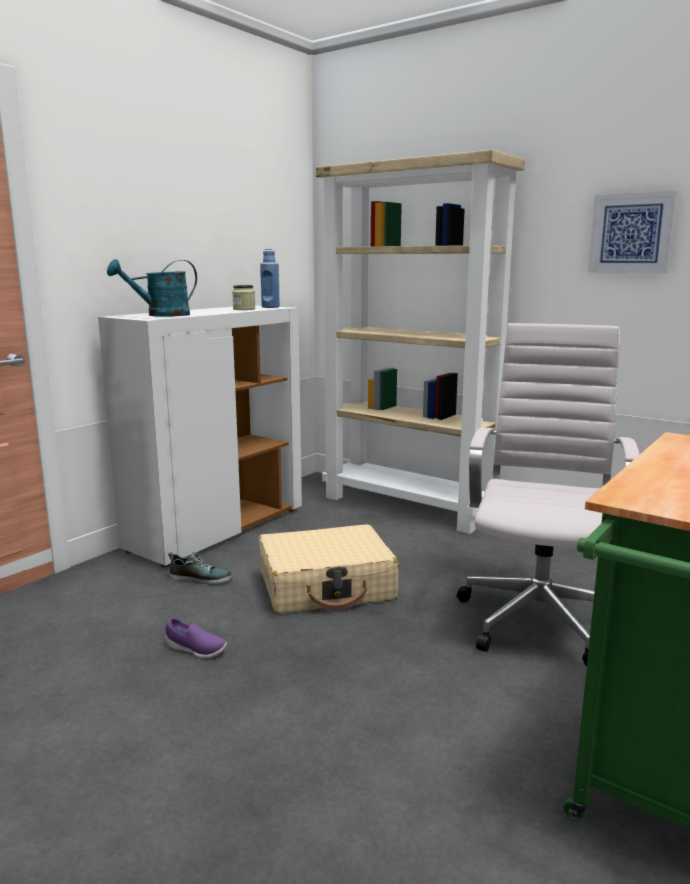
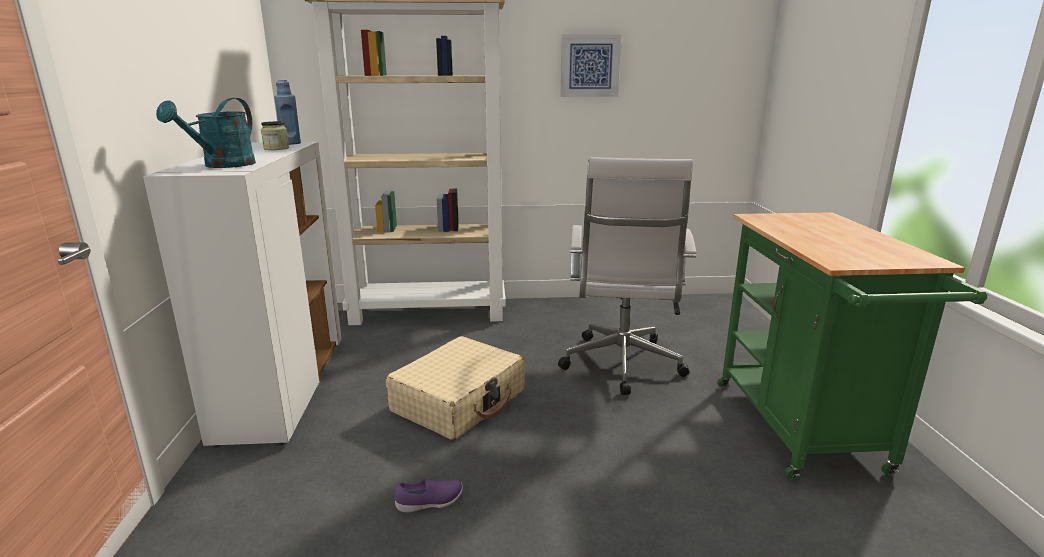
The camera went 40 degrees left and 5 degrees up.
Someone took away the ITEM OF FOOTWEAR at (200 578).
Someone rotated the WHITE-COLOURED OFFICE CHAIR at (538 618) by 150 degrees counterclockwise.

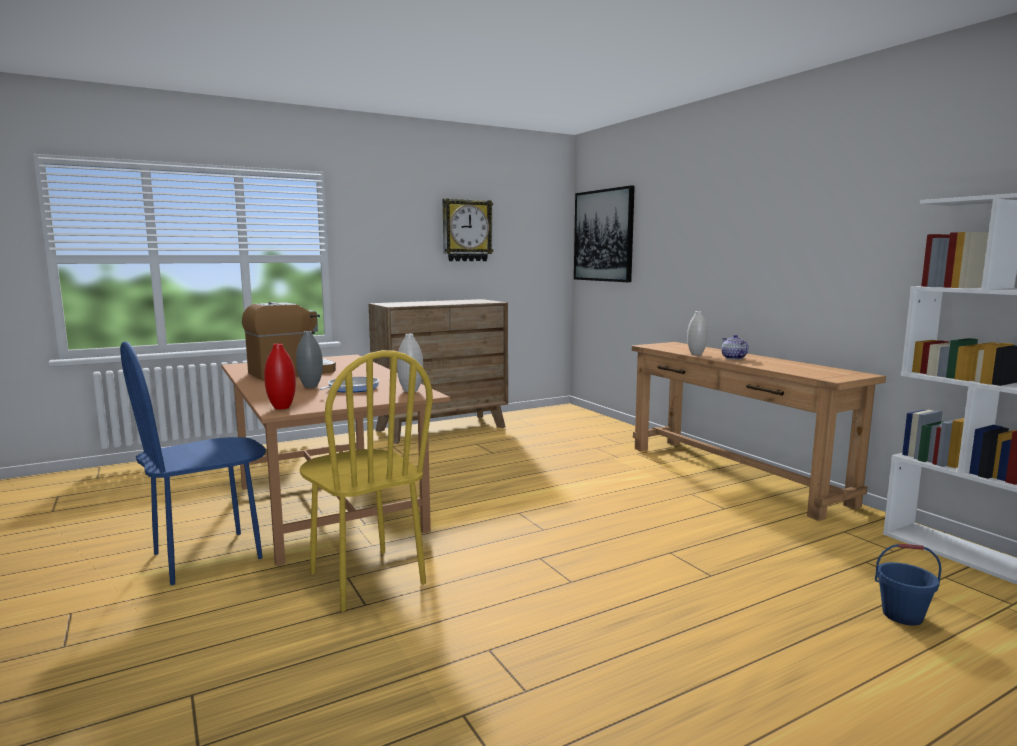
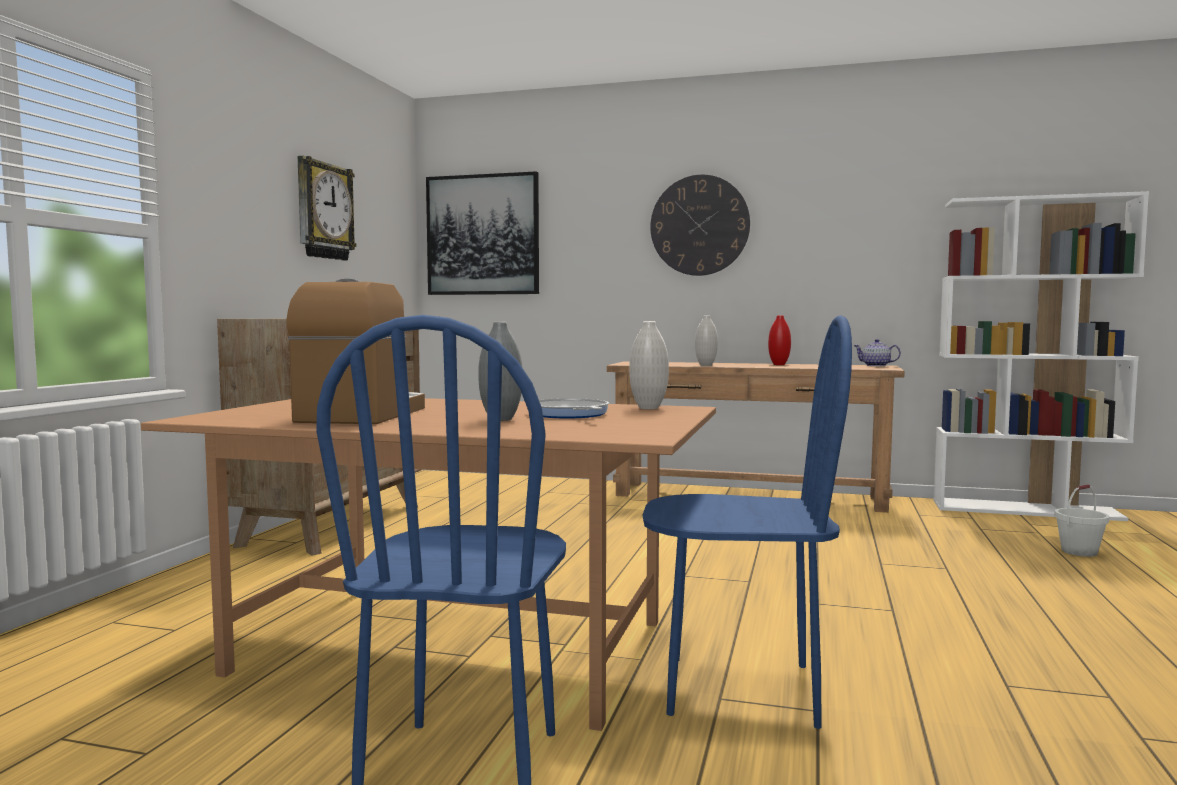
The camera went 45 degrees left and 5 degrees down.
Someone put up the CLOCK ON THE WALL at (699 225).
Someone carried the RED FLOWER VASE from (282 407) to (779 364).
Someone carried the TEAPOT from (733 358) to (876 365).
Someone repainted the YELLOWISH CHAIR at (366 578), which became the BLUE CHAIR at (740 689).
Someone repainted the BLUE BUCKET at (902 616), which became the WHITE-COLOURED BUCKET at (1079 552).

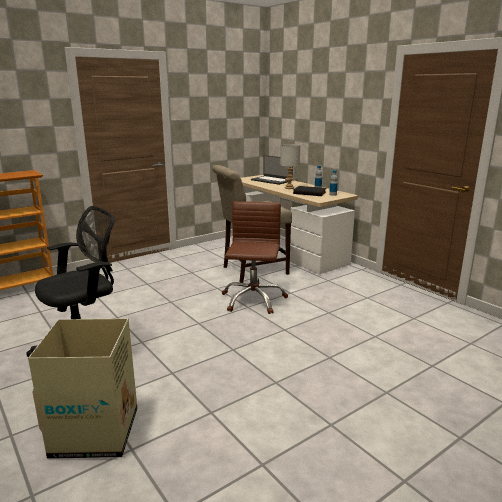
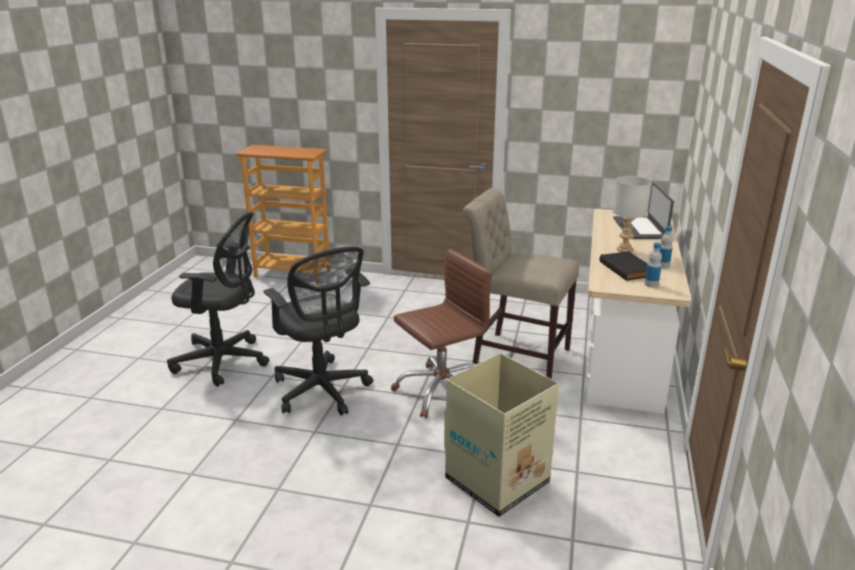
The camera went 50 degrees right and 5 degrees up.
Someone put down the BLACK-COLOURED OFFICE CHAIR at (322 392).
Someone carried the CARTON from (96 431) to (498 480).

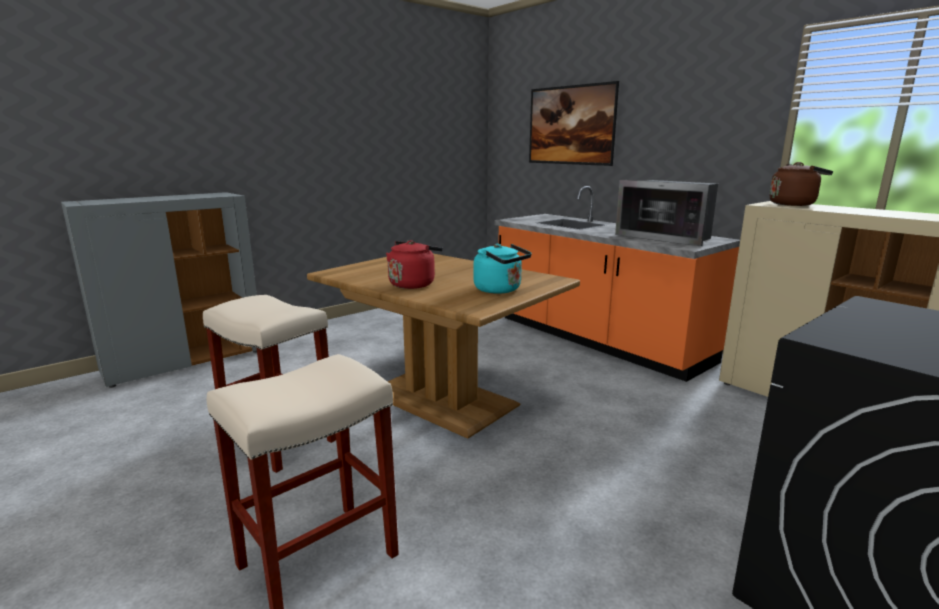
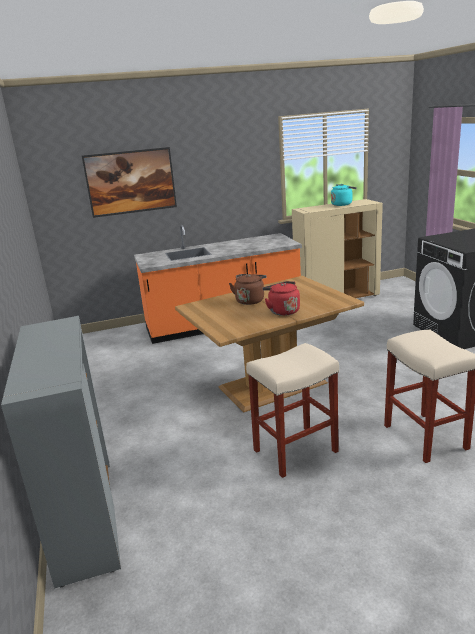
The camera went 65 degrees left and 5 degrees up.
Someone took away the MICROWAVE OVEN at (666 237).
Someone carried the TURQUOISE KETTLE from (500 290) to (342 204).
Someone carried the BROWN-COLOURED KETTLE from (794 204) to (250 300).

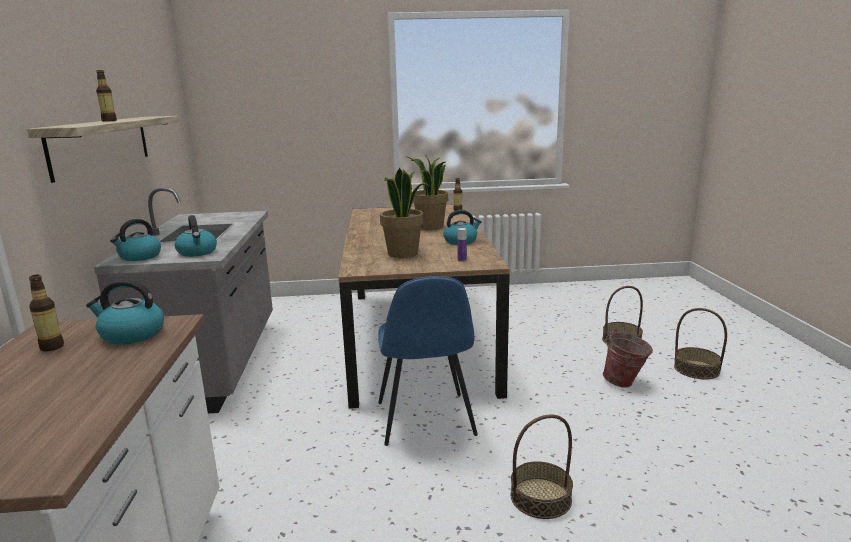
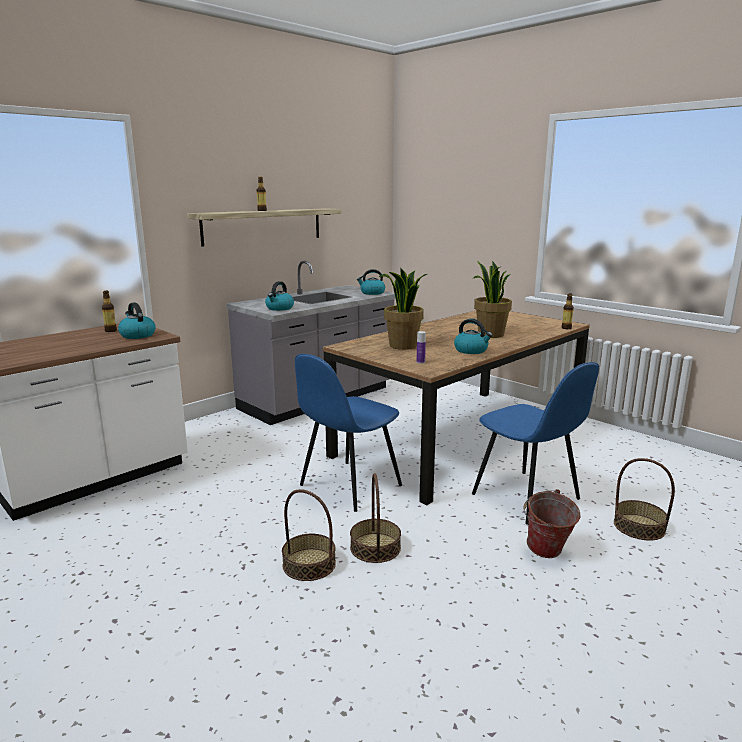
The camera went 50 degrees right and 0 degrees up.
Someone put down the BLUE CHAIR at (527 498).
Someone carried the KETTLE from (139 257) to (372 293).
Someone carried the HOUSEHOLD BASKET from (696 369) to (375 547).

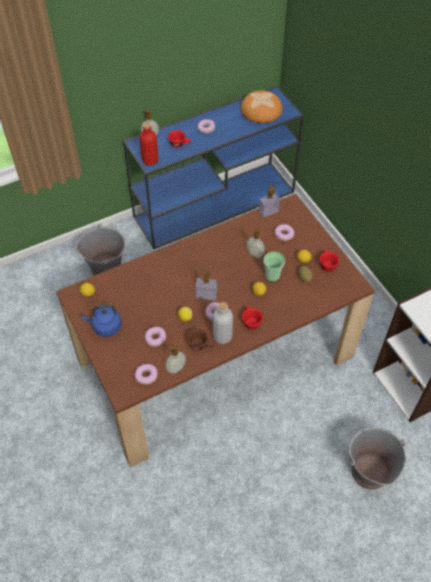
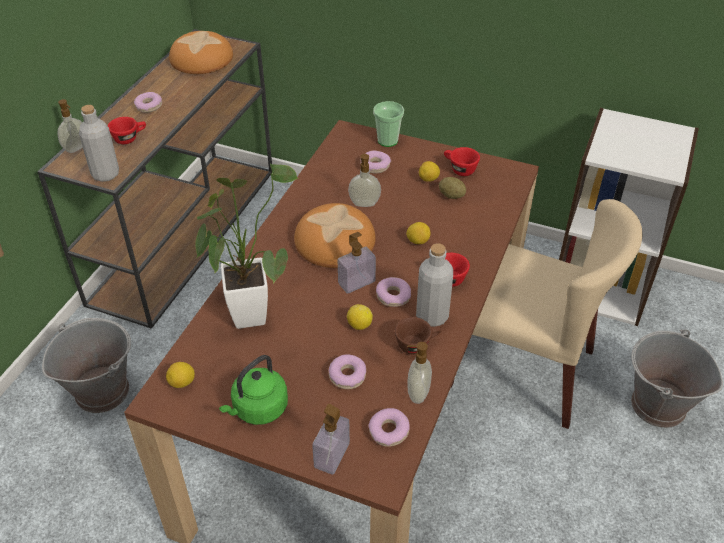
The camera went 40 degrees left and 10 degrees down.
Someone put down the HOUSEPLANT at (249 310).
Someone put down the BAKED BREAD at (334 241).
Someone put down the BEIGE-COLOURED CHAIR at (521 368).
Someone carried the SOAP DISPENSER from (268 211) to (332 455).
Someone carried the DRINKING CUP from (272 275) to (387 141).
Someone repainted the BLUE KETTLE at (105 327), which became the GREENISH KETTLE at (258 409).
Someone repainted the BLUE CONSOLE TABLE at (216 203), which became the BROWN-COLOURED CONSOLE TABLE at (187 232).
Someone repainted the RED BOTTLE at (150 160), which became the GREYISH BOTTLE at (105 174).

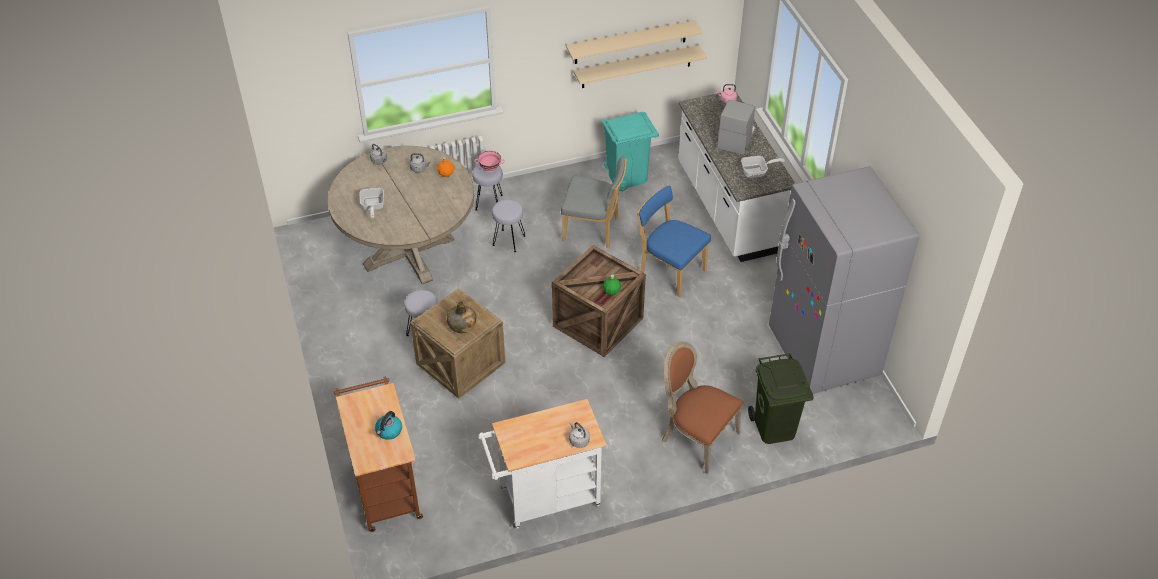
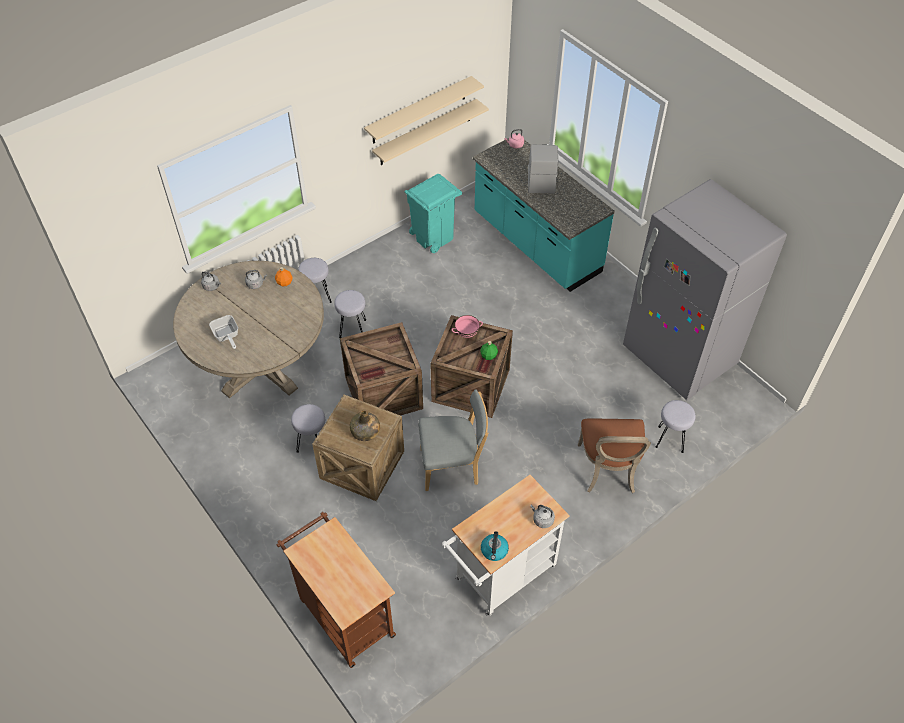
The camera went 20 degrees left and 5 degrees up.
Someone took away the BLUE CHAIR at (670 271).
Someone took away the SKILLET at (757 172).
Someone put down the CRATE at (383 394).
Someone carried the KETTLE from (389 431) to (494 551).
Someone carried the PINKISH DEEP DISH from (490 169) to (467 334).
Someone carried the GREYISH CHAIR from (593 230) to (452 466).
Someone swapped the GREENISH TRASH CAN at (773 427) for the GREYISH SITTING STOOL at (670 439).
Someone repainted the WHITE-COLOURED KITCHEN BASE UNIT at (728 208), which became the TURQUOISE KITCHEN BASE UNIT at (535 244).
Someone rotated the BROWN-COLOURED CHAIR at (696 437) by 105 degrees counterclockwise.

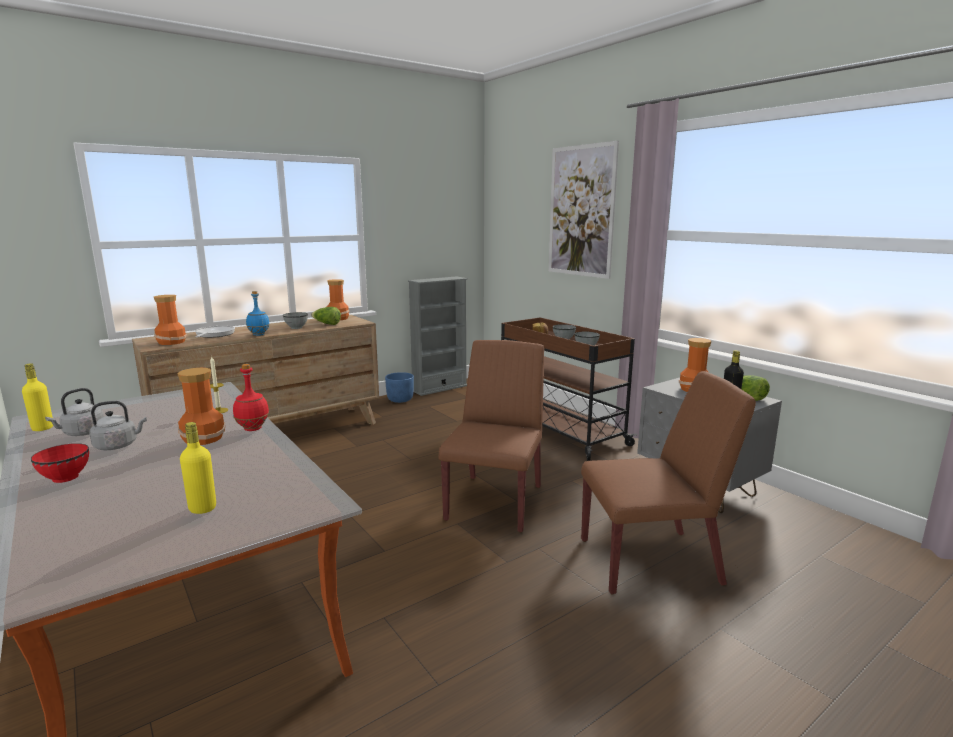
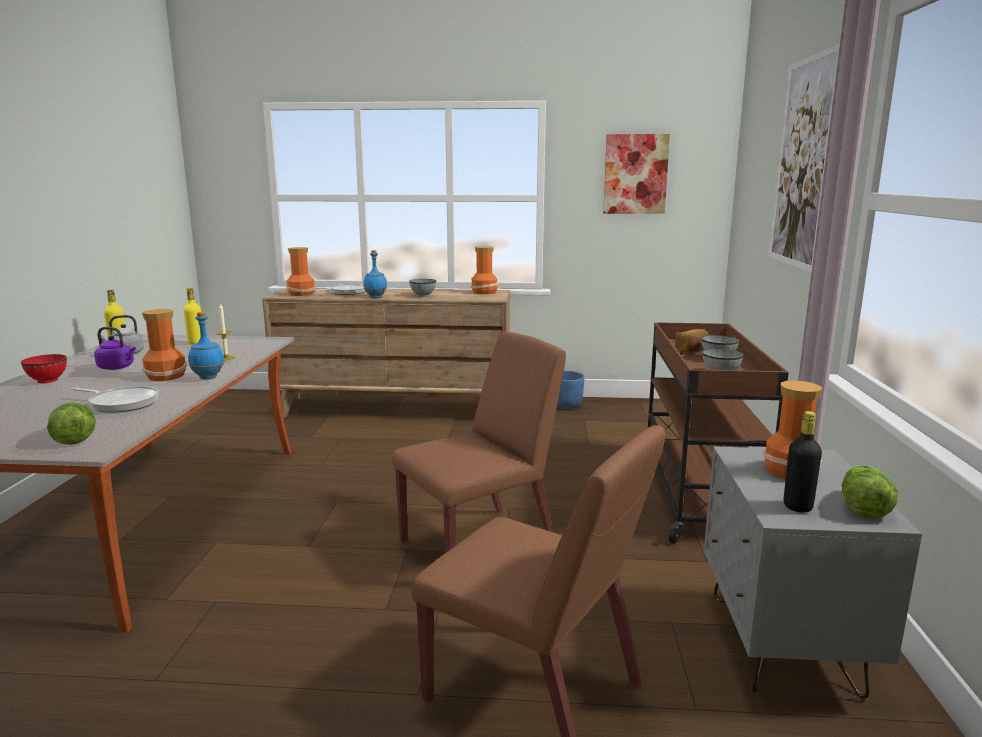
The camera went 40 degrees right and 0 degrees up.
Someone took away the GREYISH SHELVING UNIT at (439 388).
Someone put down the SKILLET at (121 403).
Someone put up the WALL PICTURE at (635 174).
Someone carried the YELLOWISH BOTTLE from (202 508) to (196 343).
Someone carried the HEAD OF LETTUCE from (326 324) to (74 437).
Someone repainted the GREYISH KETTLE at (118 445), which became the PURPLISH KETTLE at (117 367).
Someone repainted the RED BOTTLE at (253 428), which became the BLUE BOTTLE at (209 377).

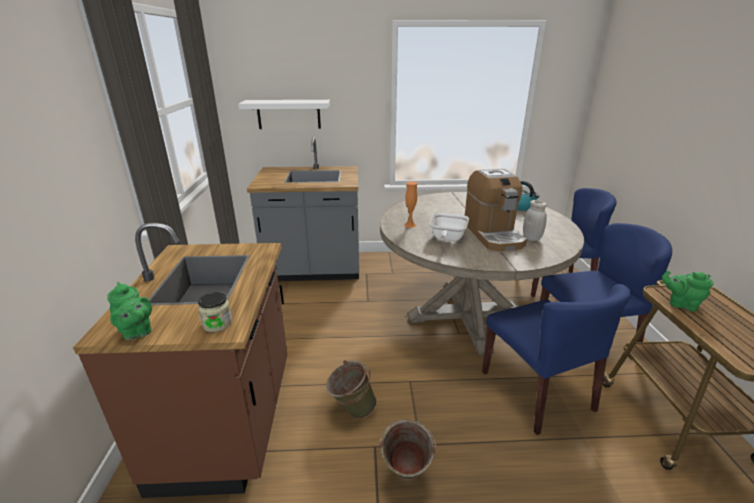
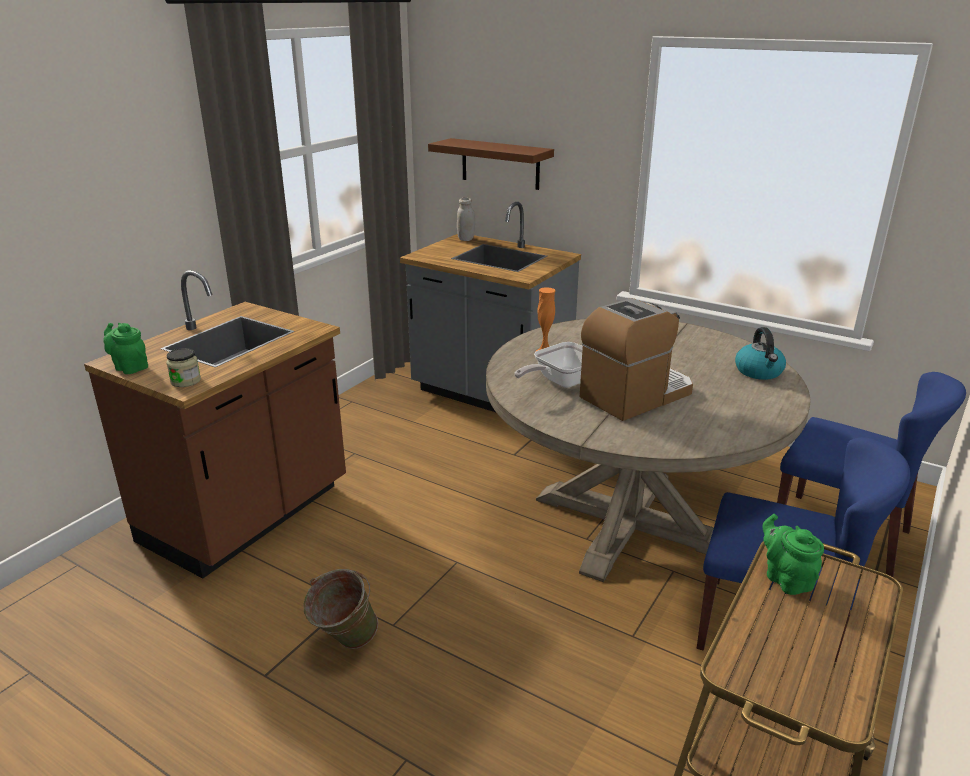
The camera went 35 degrees right and 0 degrees up.
Someone took away the GREENISH BUCKET at (351 410).
Someone took away the BLUE CHAIR at (537 391).
Someone carried the WHITE-COLOURED STORAGE JAR from (531 238) to (466 239).
Someone repainted the WHITE-COLOURED WALL SHELF at (288 114), which became the BROWN-COLOURED WALL SHELF at (500 164).
Someone rotated the GREENISH TEAPOT at (136 332) by 135 degrees clockwise.
Someone rotated the COFFEE MACHINE at (493 234) by 150 degrees counterclockwise.

